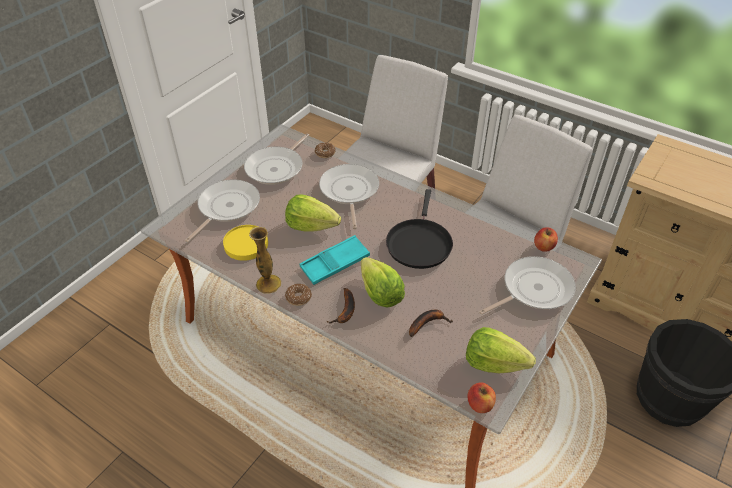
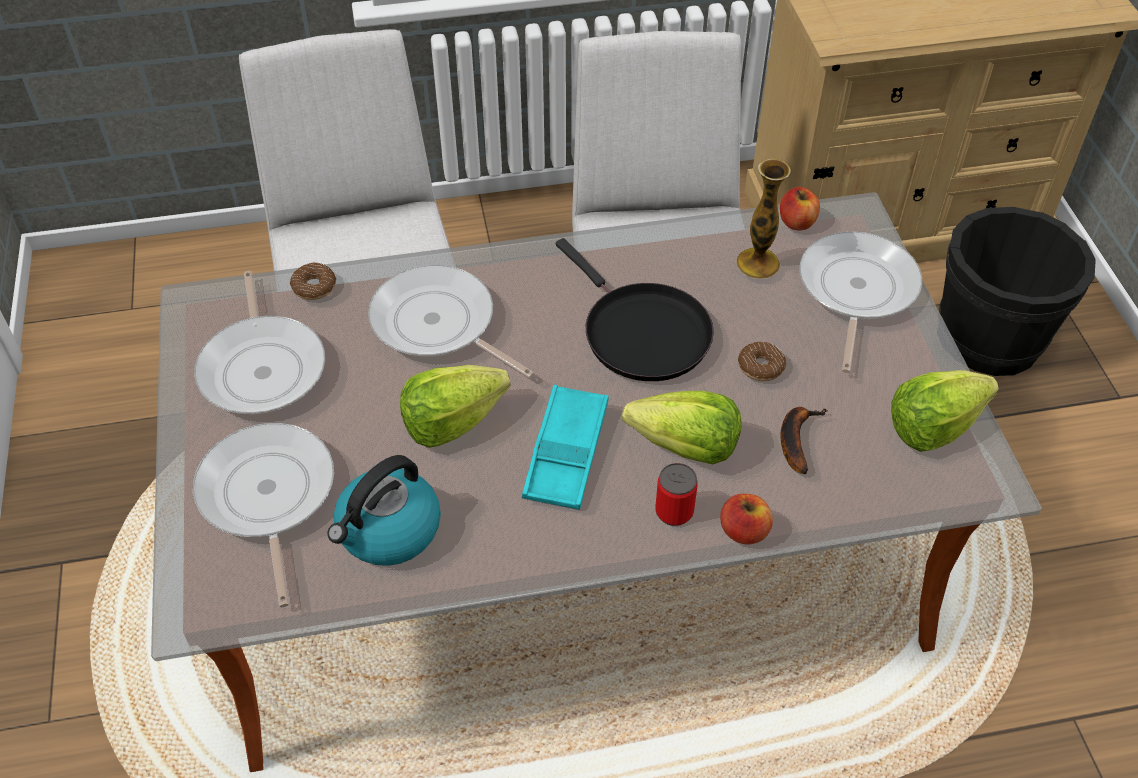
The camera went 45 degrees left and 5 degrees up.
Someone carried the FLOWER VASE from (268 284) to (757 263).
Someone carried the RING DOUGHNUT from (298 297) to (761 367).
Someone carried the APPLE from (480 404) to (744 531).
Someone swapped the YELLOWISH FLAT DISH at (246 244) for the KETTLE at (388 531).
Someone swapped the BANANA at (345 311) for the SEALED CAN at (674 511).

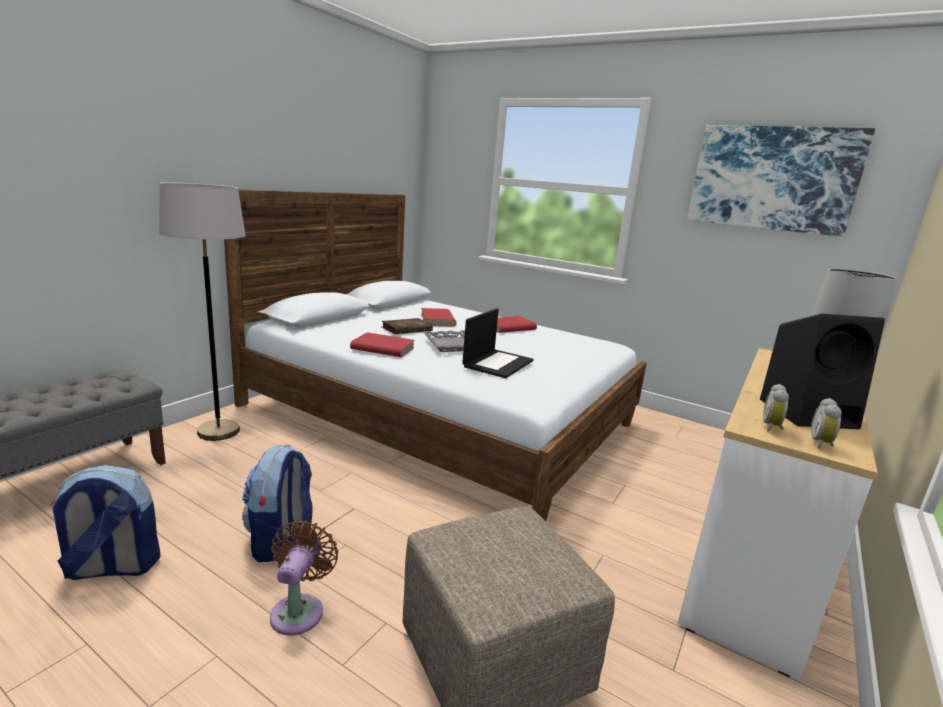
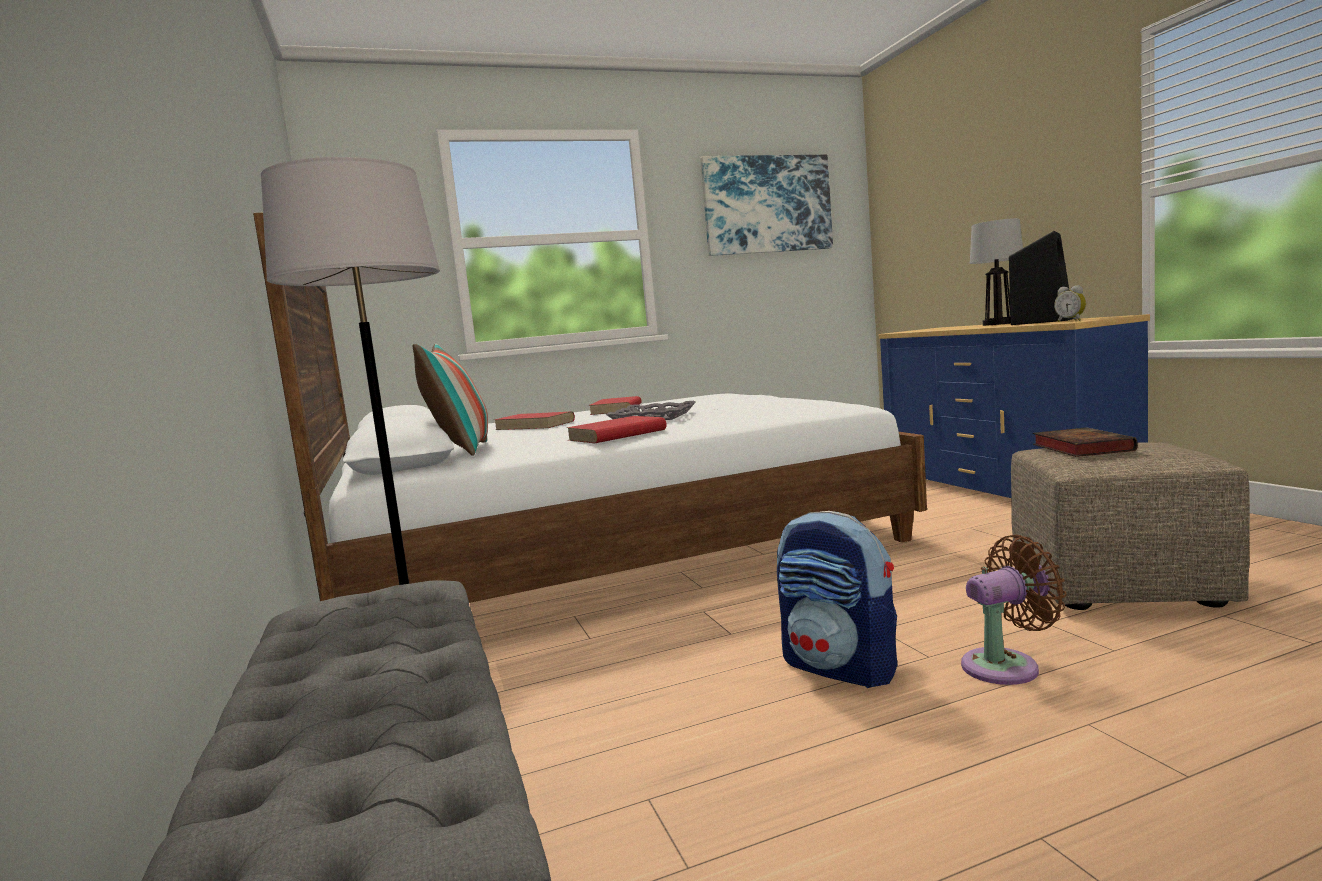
The camera went 50 degrees left and 10 degrees down.
Someone took away the RUCKSACK at (112 568).
Someone took away the NOTEBOOK COMPUTER at (498 363).
Someone took away the BEDSIDE CLOCK at (821 444).
Someone put down the THROW PILLOW at (461 451).
Someone carried the VOLUME from (407 329) to (1079 448).
Someone repainted the WHITE-COLOURED DRESSER at (753 559), which became the BLUE DRESSER at (1000 490).
Someone rotated the BROWN-COLOURED ELECTRIC FAN at (299 610) by 120 degrees clockwise.

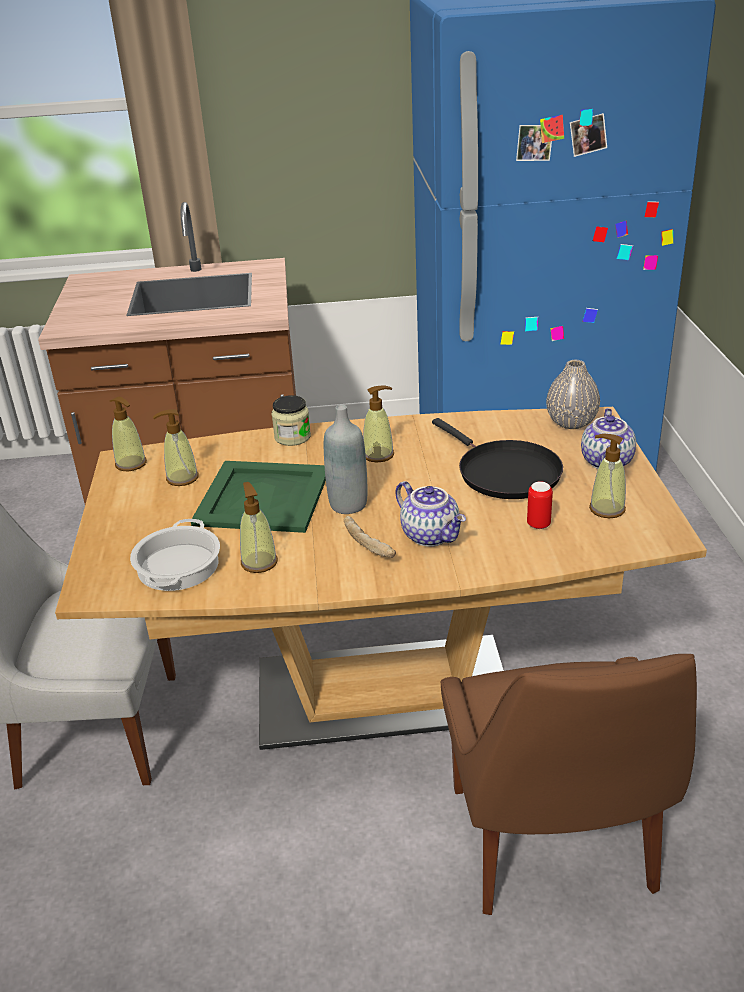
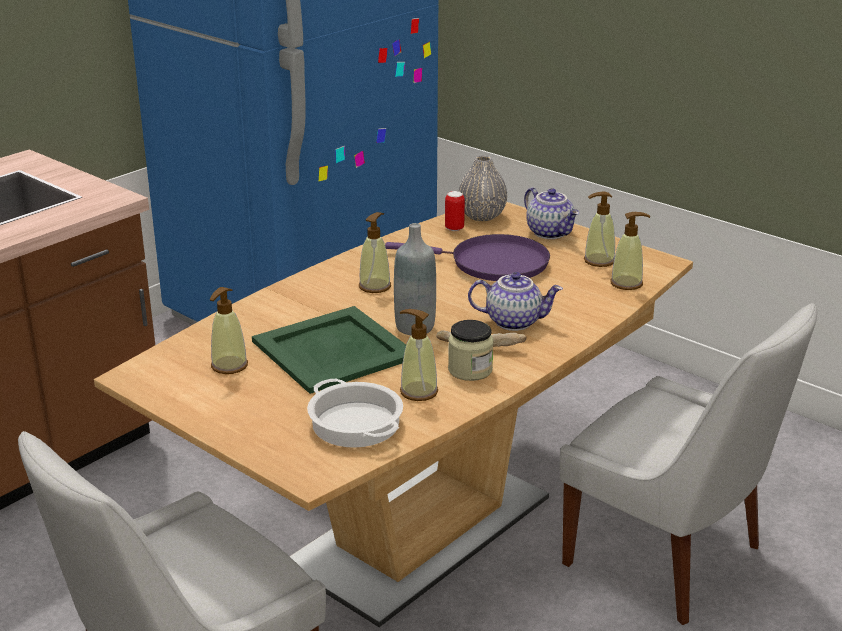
The camera went 45 degrees left and 5 degrees down.
Someone carried the SOAP DISPENSER from (131 464) to (626 283).
Someone carried the STORAGE JAR from (292 437) to (470 370).
Someone carried the SEALED CAN from (538 524) to (454 228).
Someone repainted the BLACK-COLOURED SKILLET at (504 473), which became the PURPLISH SKILLET at (492 264).
Someone repainted the BROWN-COLOURED CHAIR at (553 845), which became the WHITE-COLOURED CHAIR at (669 559).

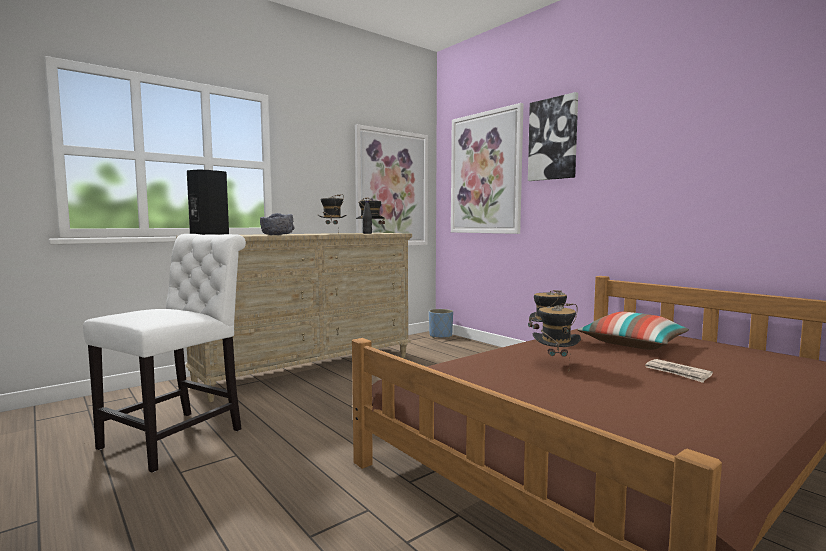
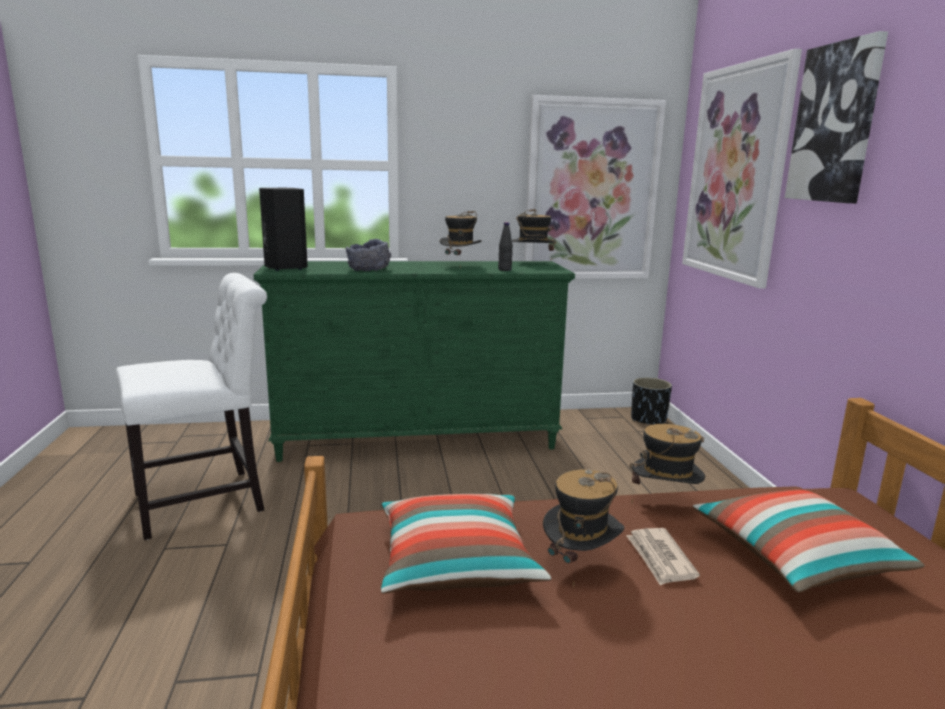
The camera went 30 degrees right and 10 degrees up.
Someone put down the THROW PILLOW at (456 563).
Someone carried the PRINTED PAPER from (677 373) to (660 558).
Someone repainted the BEIGE-COLOURED DRESSER at (309 370), which became the GREENISH DRESSER at (418 440).
Someone repainted the BLUE PLANT POT at (440 336), which became the BLACK-COLOURED PLANT POT at (648 419).

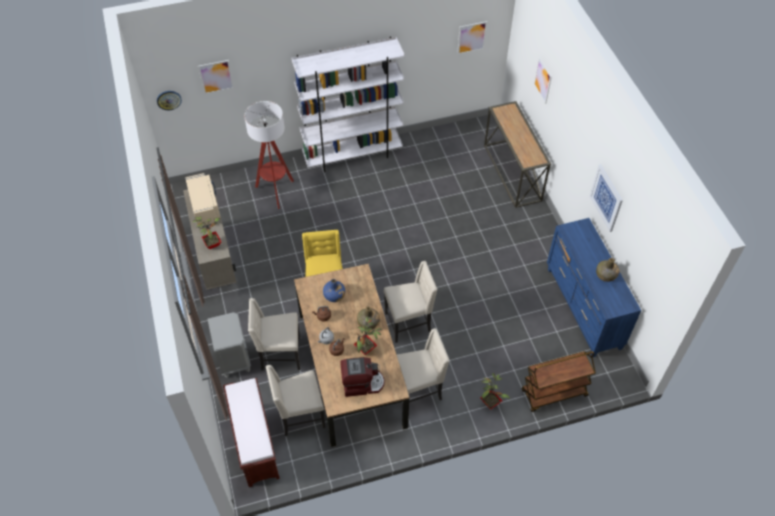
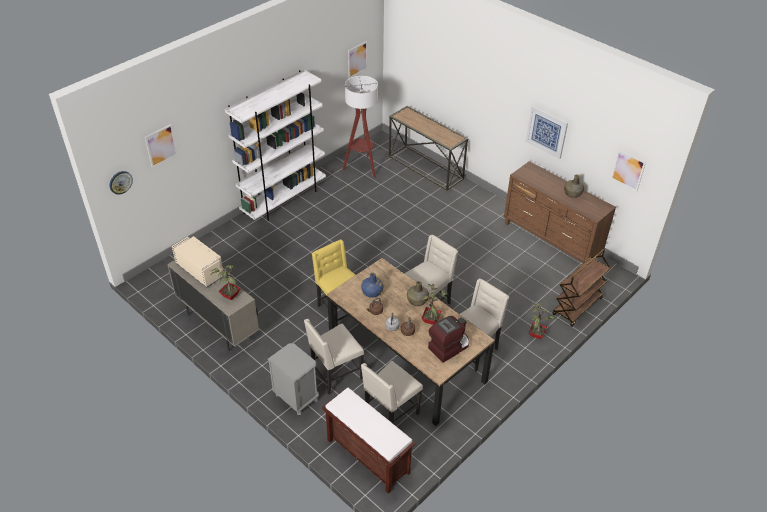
The camera went 30 degrees left and 10 degrees down.
Someone carried the STANDARD LAMP from (276 192) to (362 167).
Someone carried the WALL PICTURE from (542 80) to (628 170).
Someone repainted the BLUE DRESSER at (583 308), which became the BROWN-COLOURED DRESSER at (551 240).

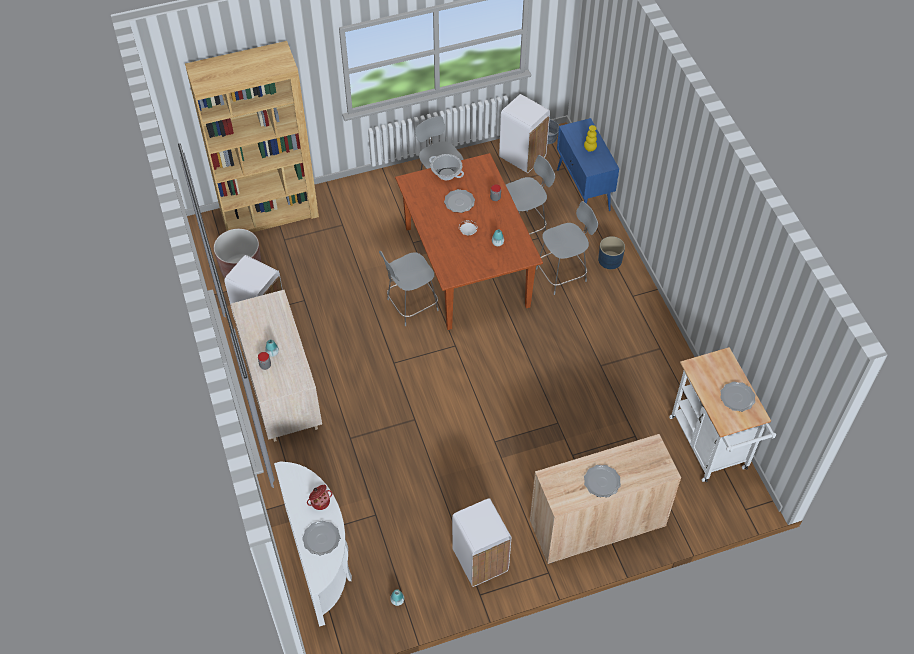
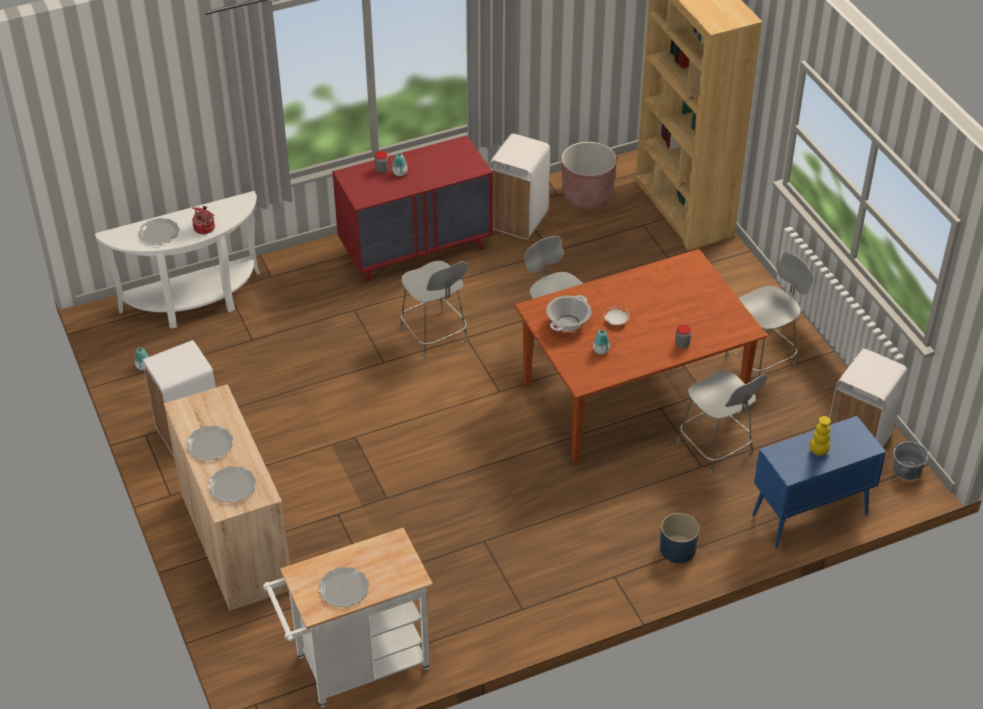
The camera went 85 degrees right and 10 degrees down.
Someone carried the COOKING POT from (446 174) to (567 323).
Someone carried the FLAT DISH from (459 202) to (232 486).
Someone carried the GREYISH CHAIR from (563 274) to (434 336).
Someone repainted the BEIGE-COLOURED DRESSER at (282 391), which became the RED DRESSER at (416 249).

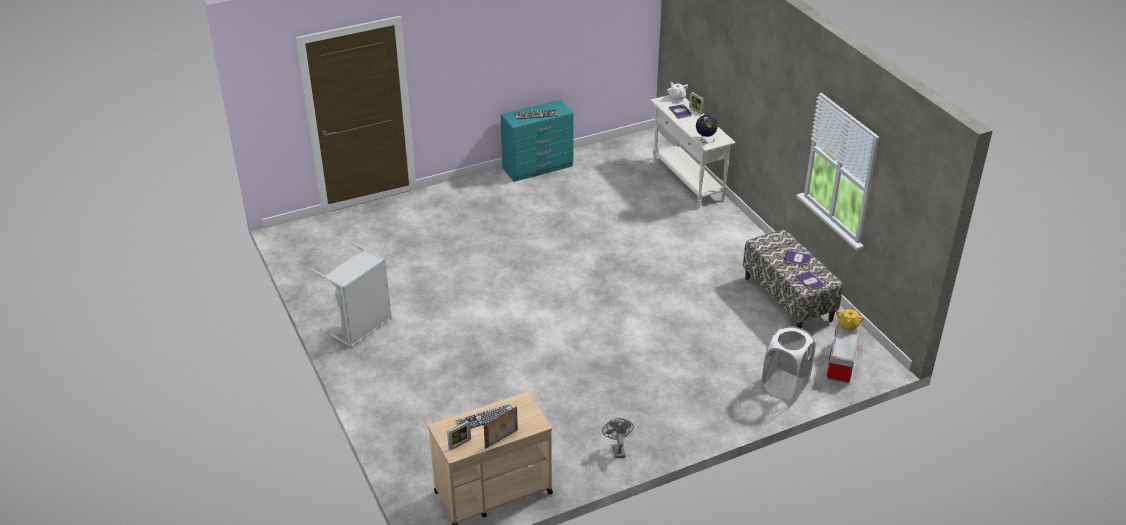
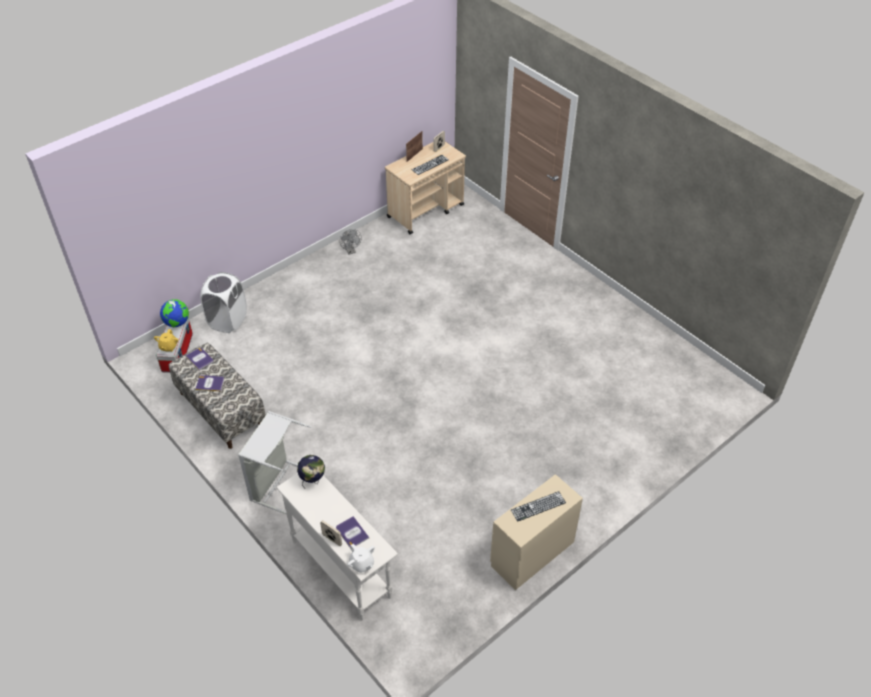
The camera went 165 degrees right and 10 degrees up.
Someone put down the GLOBE at (177 323).
Someone carried the GREYISH HAMPER from (360 327) to (278 484).
Someone repainted the TURQUOISE DRESSER at (538 167), which became the BEIGE-COLOURED DRESSER at (531 553).

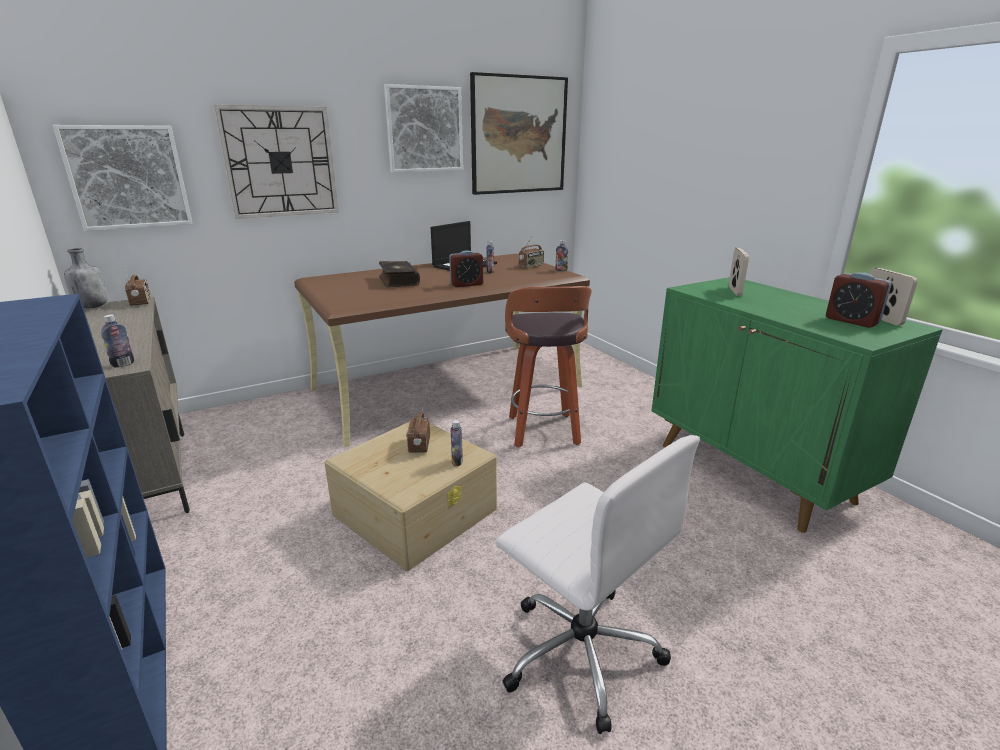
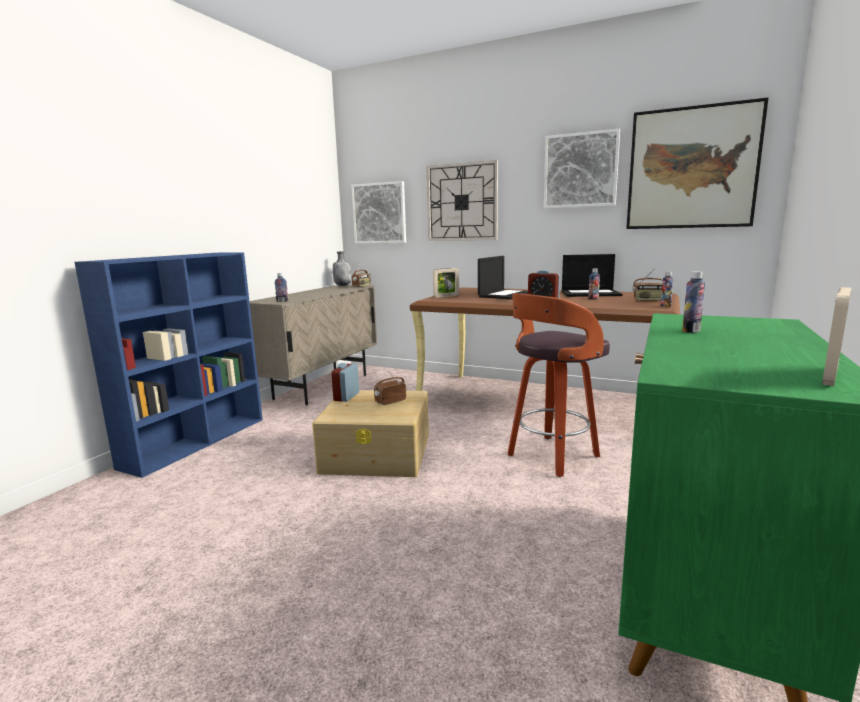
The camera went 55 degrees right and 10 degrees down.
Someone took away the WHITE-COLOURED OFFICE CHAIR at (580 650).
Someone carried the BOTTLE from (457 461) to (691 331).
Someone carried the PHOTO FRAME from (734 291) to (446 296).
Someone carried the BEDSIDE CLOCK from (851 321) to (346 397).
Someone swapped the VOLUME at (398 281) for the NOTEBOOK COMPUTER at (506 295).

